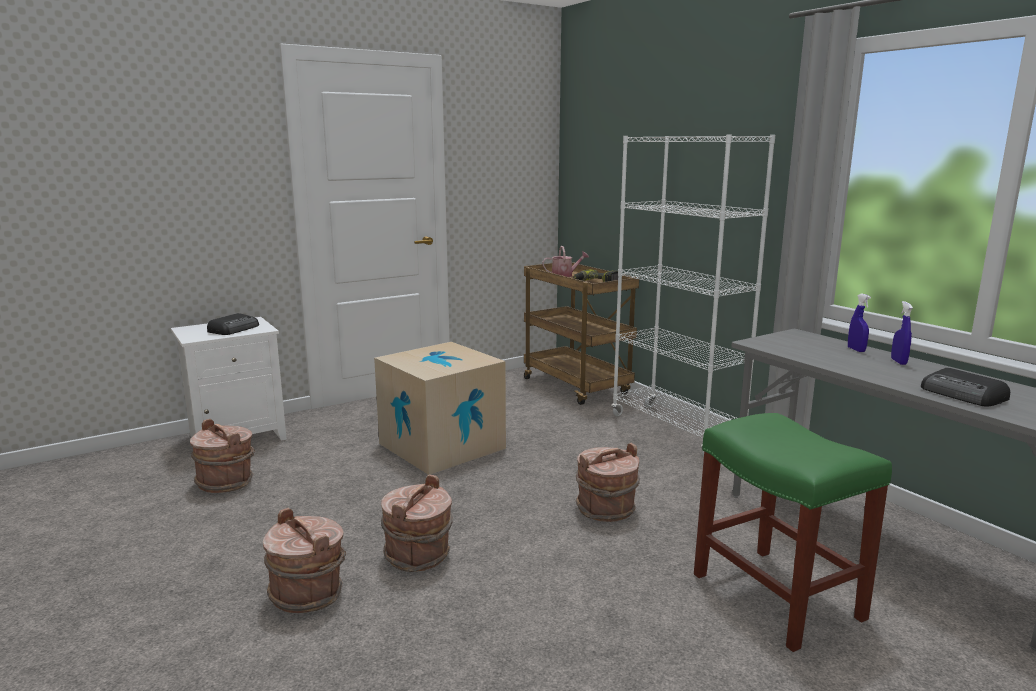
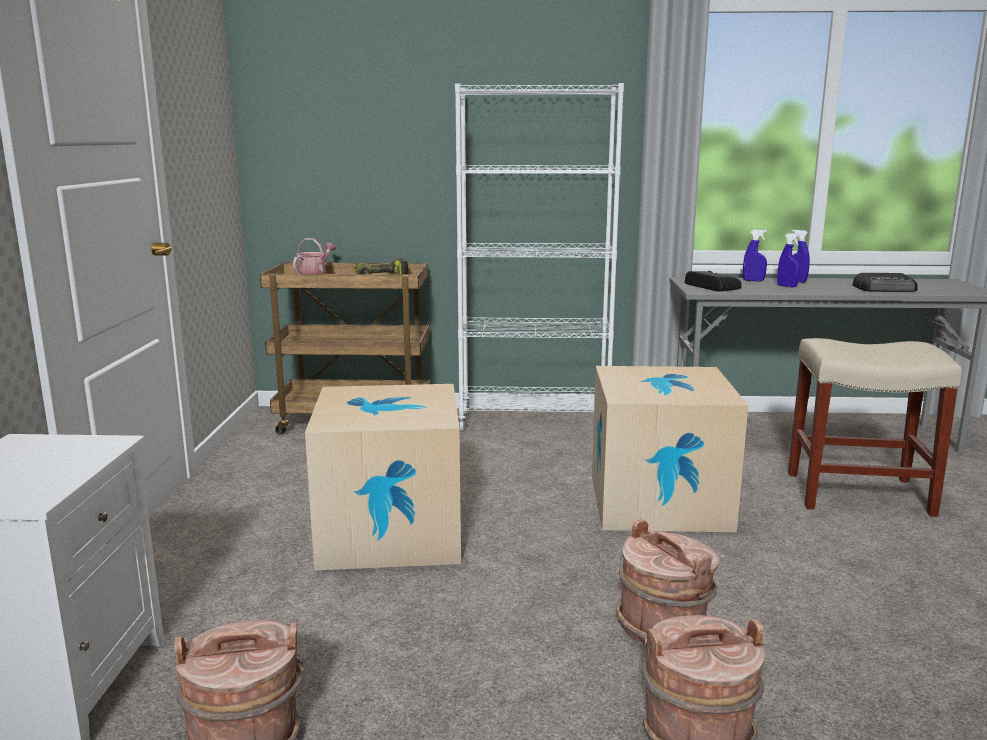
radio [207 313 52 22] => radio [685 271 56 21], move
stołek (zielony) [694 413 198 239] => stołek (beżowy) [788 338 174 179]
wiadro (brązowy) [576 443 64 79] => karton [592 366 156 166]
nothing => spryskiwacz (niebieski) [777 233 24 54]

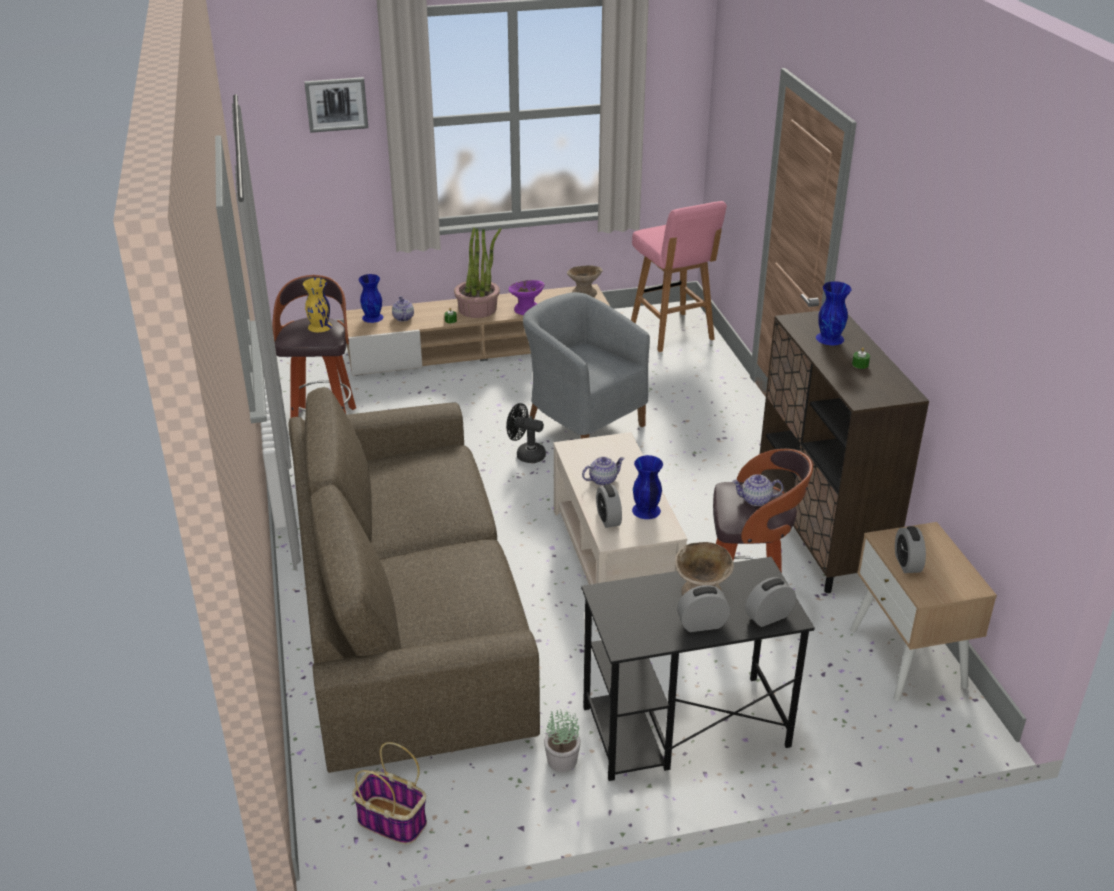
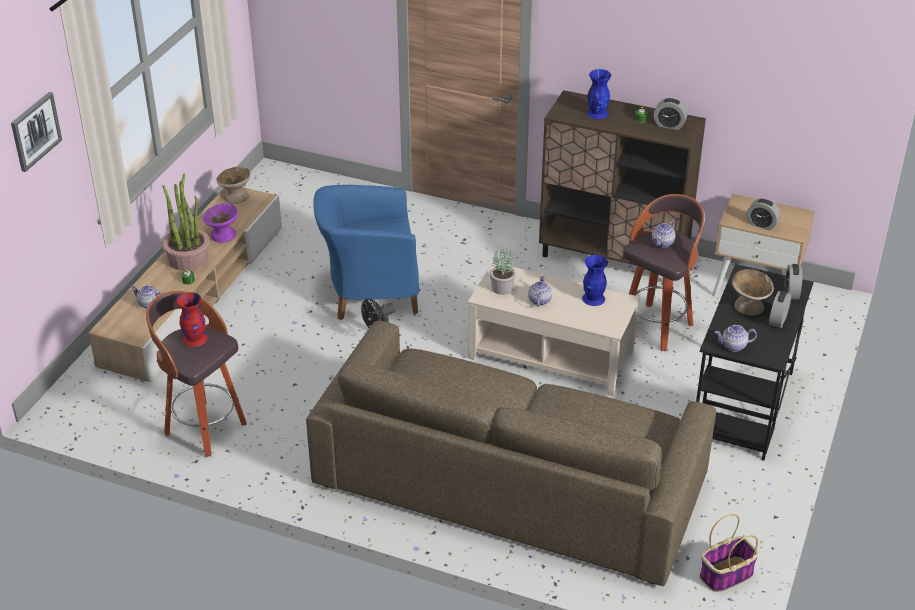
stołek (różowy) [631 201 96 151] => nothing
wazon (niebieski) [358 274 26 49] => nothing
wazon (żółty) [303 278 29 54] => wazon (czerwony) [176 292 31 55]
fotel (szary) [523 292 127 147] => fotel (niebieski) [313 185 106 135]
budzik [596 484 26 44] => budzik [654 98 34 32], move
roślina doniczkowa [544 710 37 62] => roślina doniczkowa [490 249 26 46], move
nothing => imbryk [715 325 42 27]

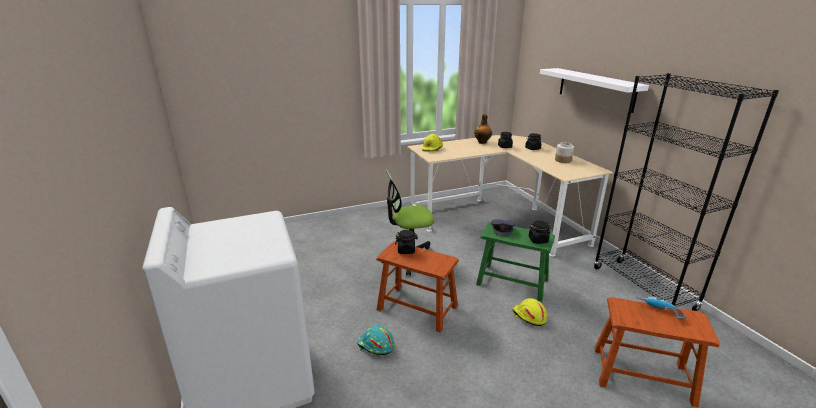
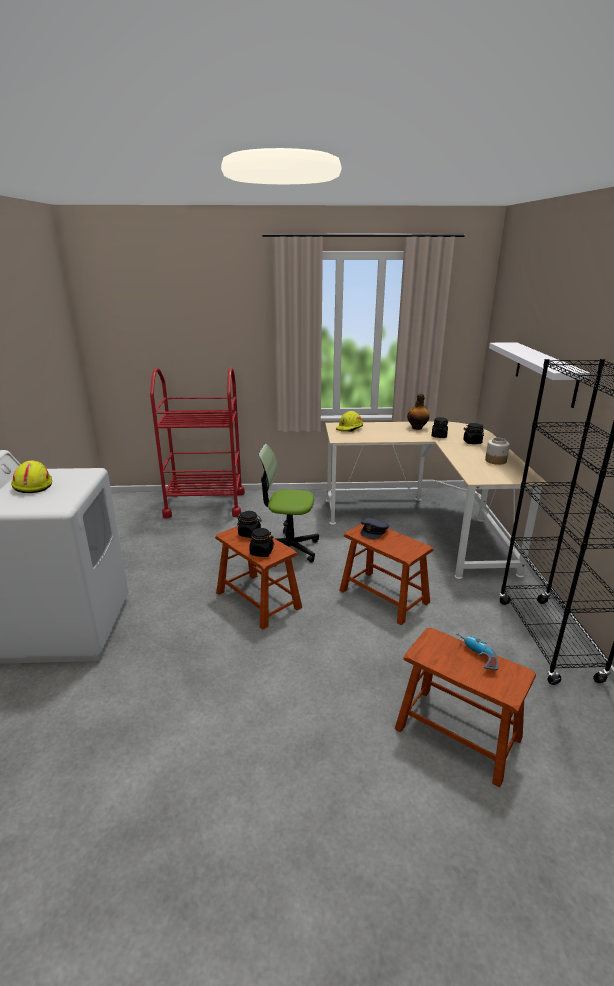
słoik (czarny) [528 220 23 24] => słoik (czarny) [248 528 26 29], move
stołek (zielony) [476 222 79 80] => stołek (brązowy) [339 524 94 101]
kask (żółty) [513 298 34 28] => kask (żółty) [11 461 41 32], move
kask (turkusowy) [357 325 38 30] => nothing
nothing => wózek (czerwony) [150 367 95 151]

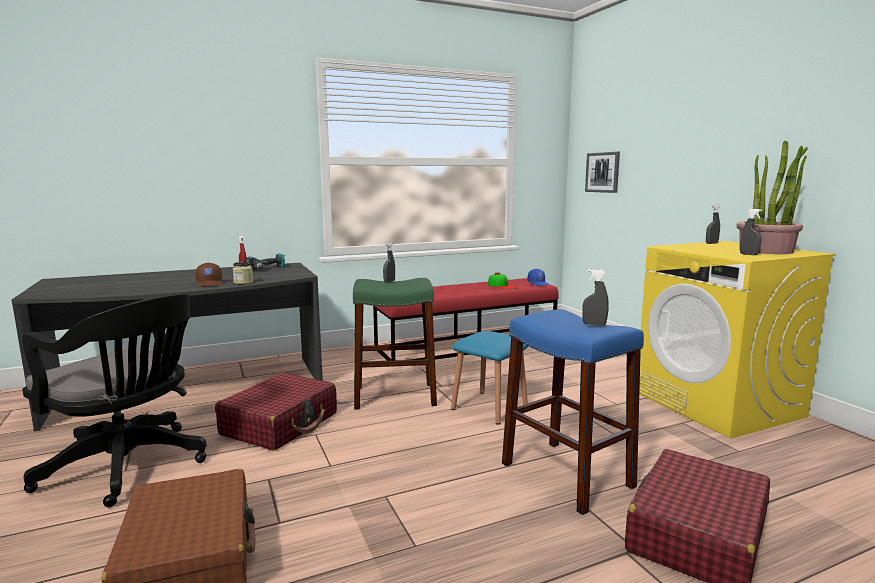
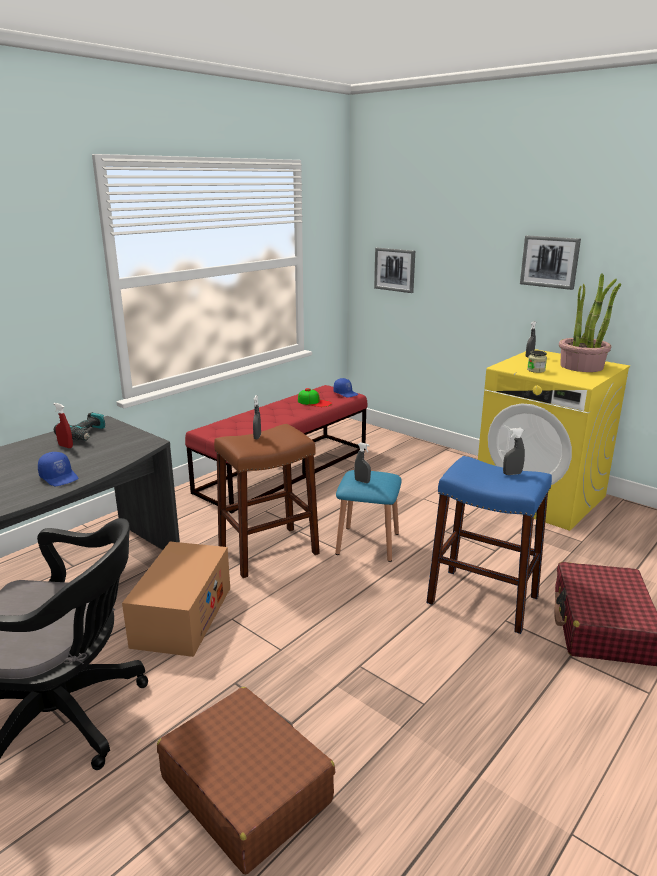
spryskiwacz (szary) [740 209 23 46] => spryskiwacz (szary) [354 442 17 41], move
słoik [233 262 20 22] => słoik [527 350 20 23], move
czapka z daszkiem (brązowy) [195 263 27 24] => czapka z daszkiem (niebieski) [38 452 41 34]
stołek (zielony) [353 278 84 132] => stołek (brązowy) [214 424 106 154]
walizka (czerwony) [215 373 122 78] => karton [122 542 108 115]
nothing => obraz [520 236 61 54]

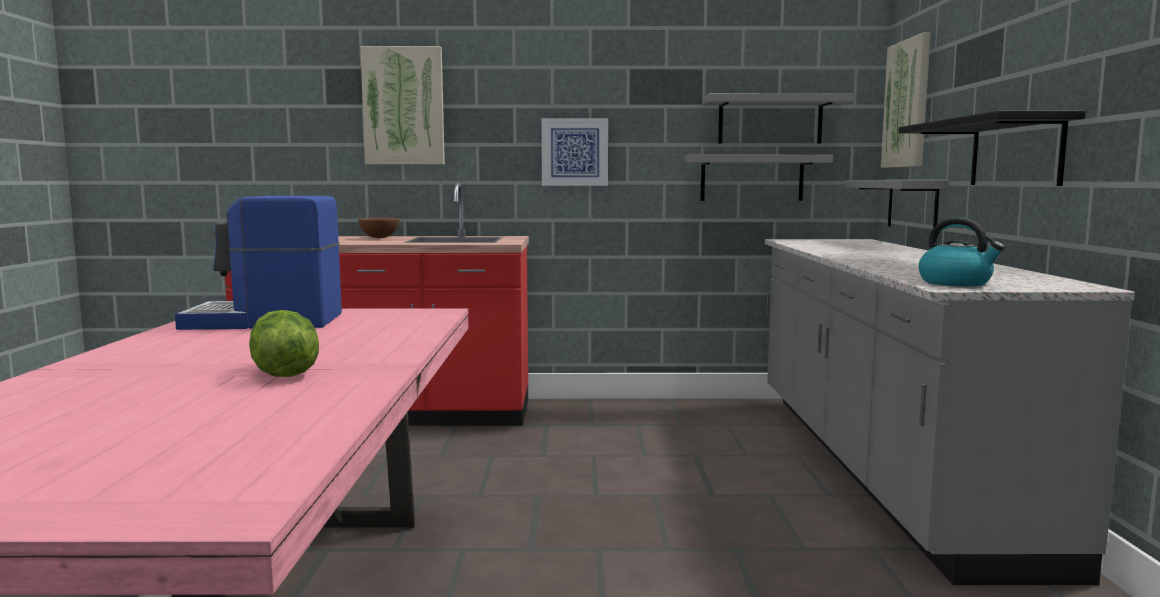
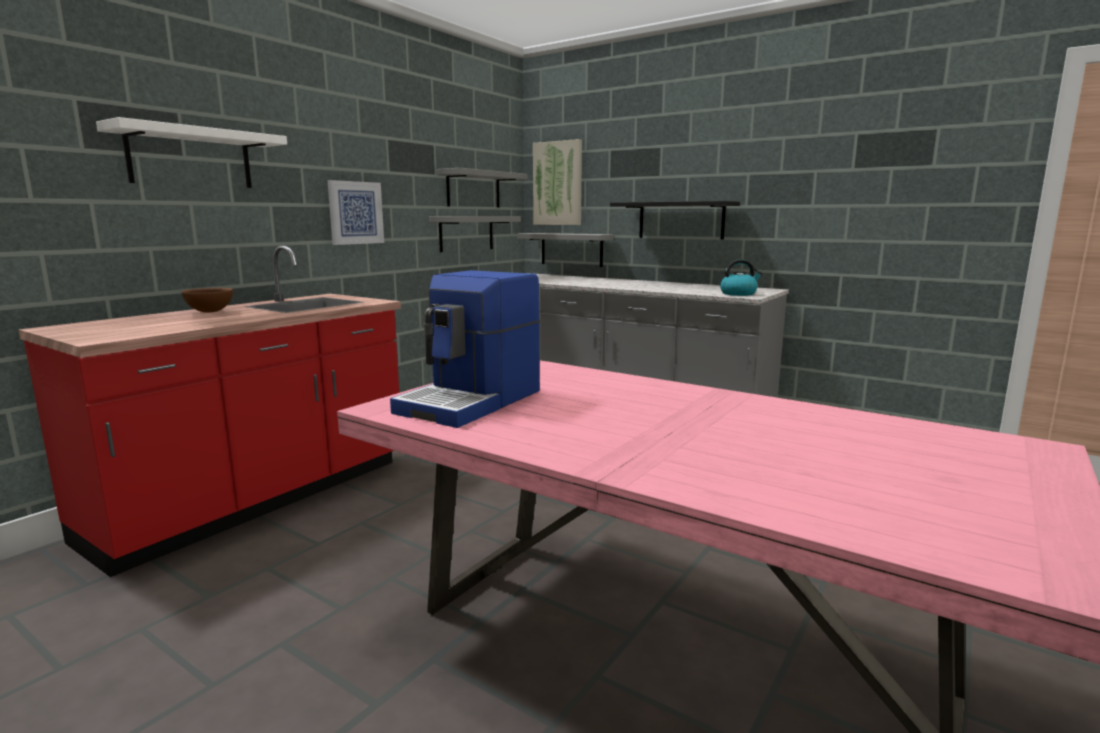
obraz [360 46 85 118] => półka (biały) [96 117 191 71]
sałata [249 310 70 67] => nothing

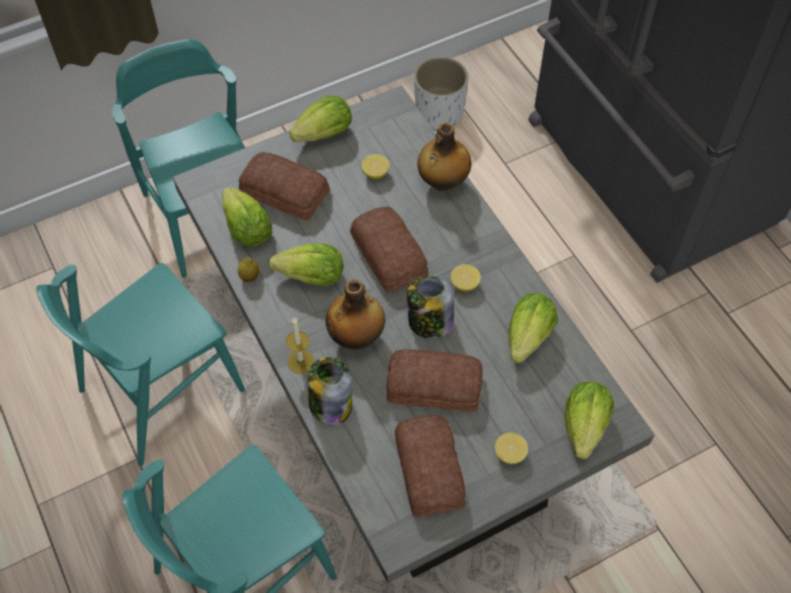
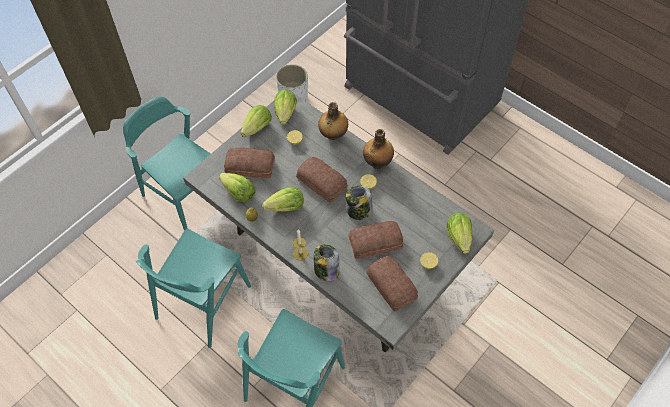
butelka [326 280 59 69] => butelka [363 129 31 40], move
sałata [508 293 50 70] => sałata [274 90 23 35], move

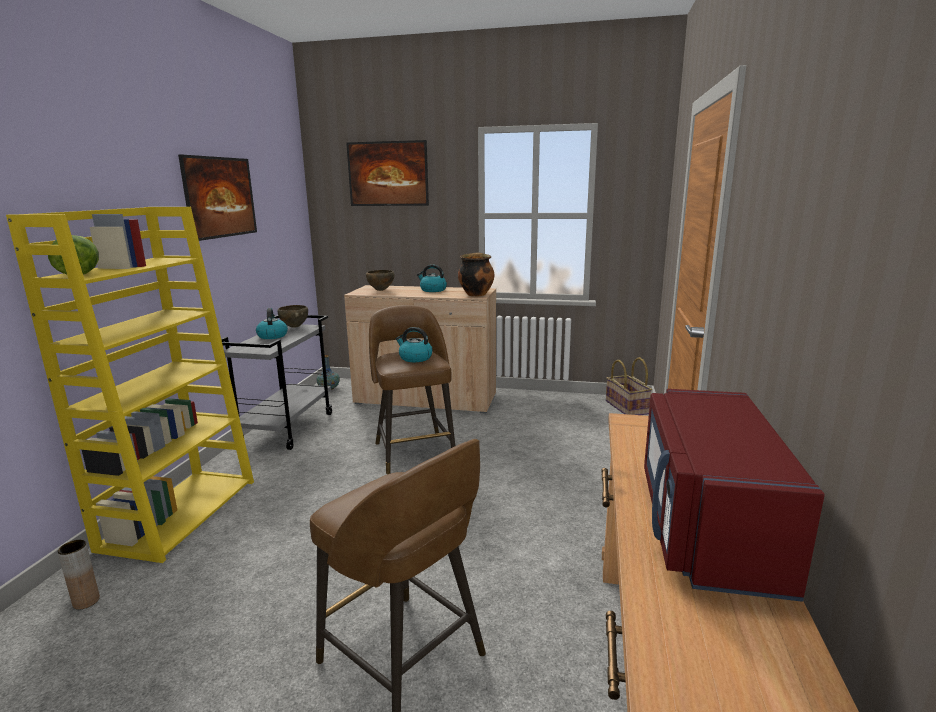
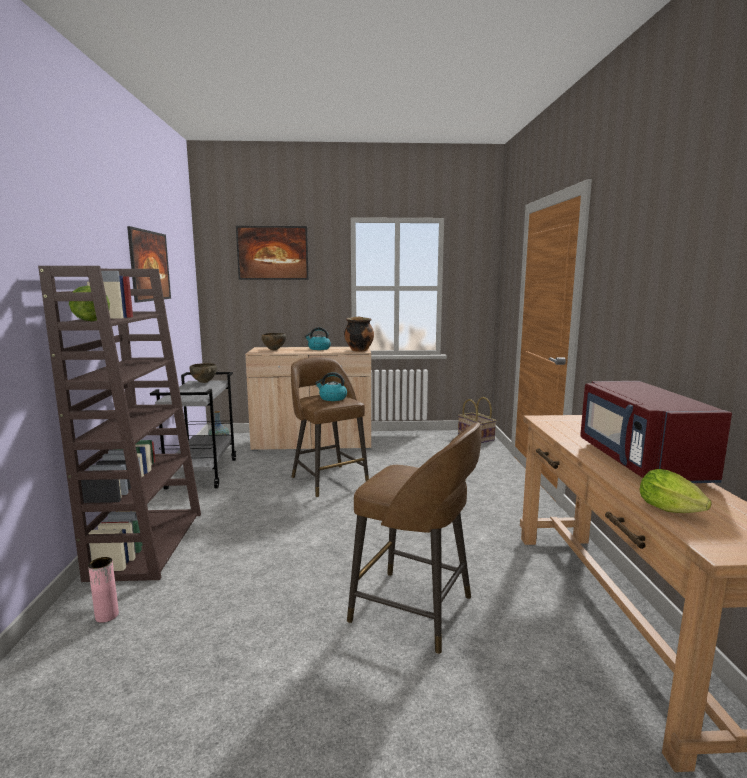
regał (żółty) [6 207 248 356] => regał (brązowy) [38 266 163 316]
czajnik [256 308 32 31] => nothing
wazon (brązowy) [58 540 42 70] => wazon (różowy) [88 557 31 66]
nothing => sałata [639 469 73 44]

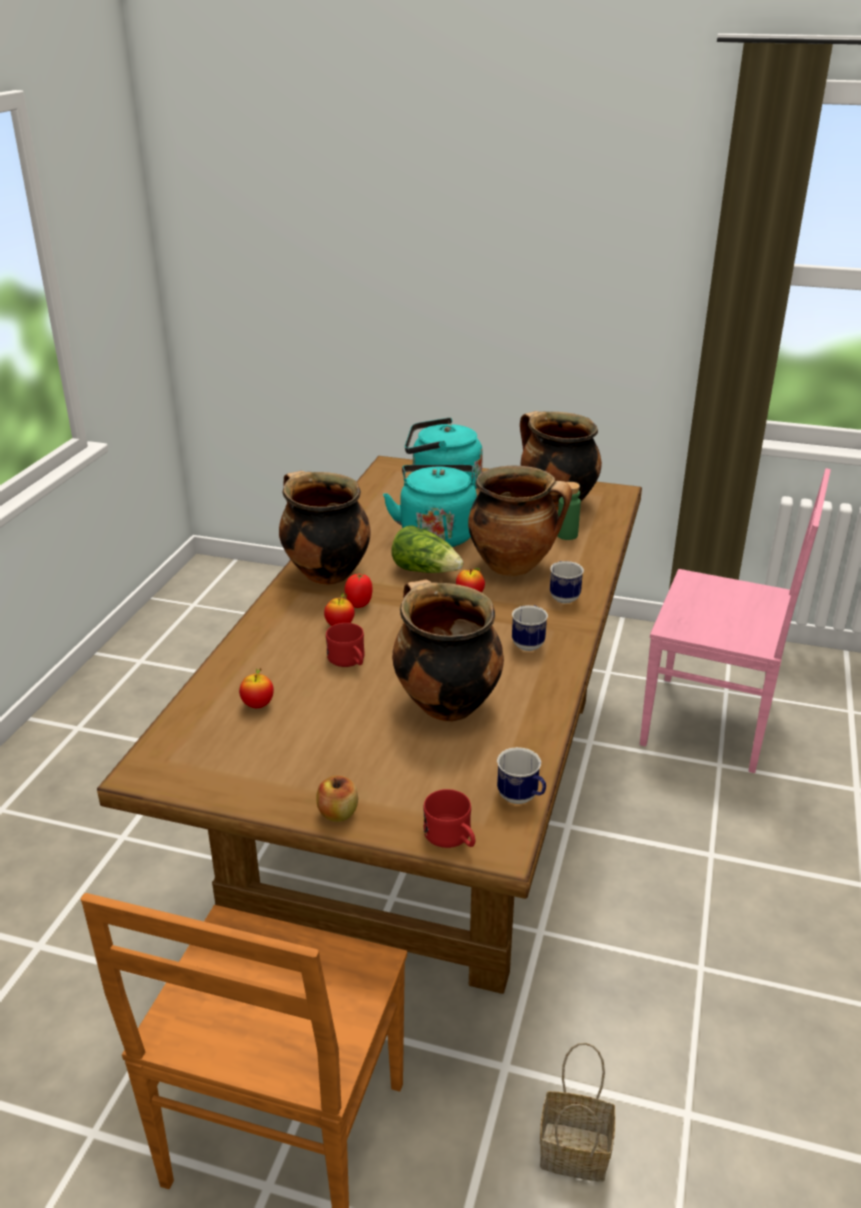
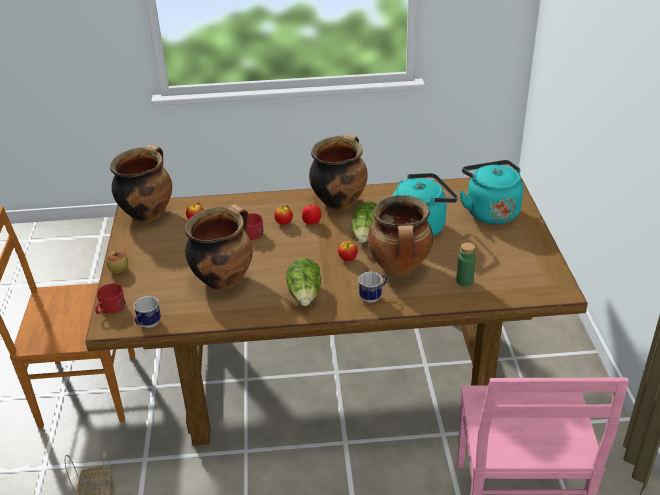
garnek [520 411 82 99] => garnek [110 145 62 77], move
kubek [512 605 36 46] => sałata [286 258 35 48]

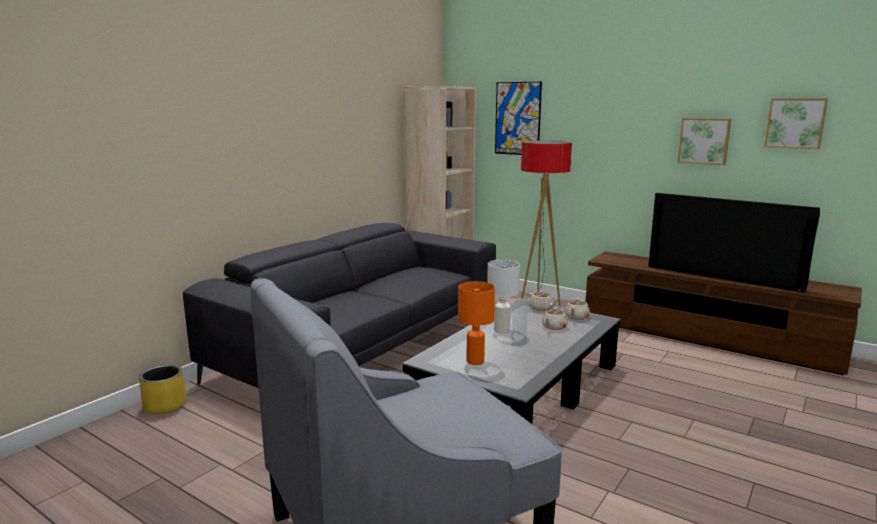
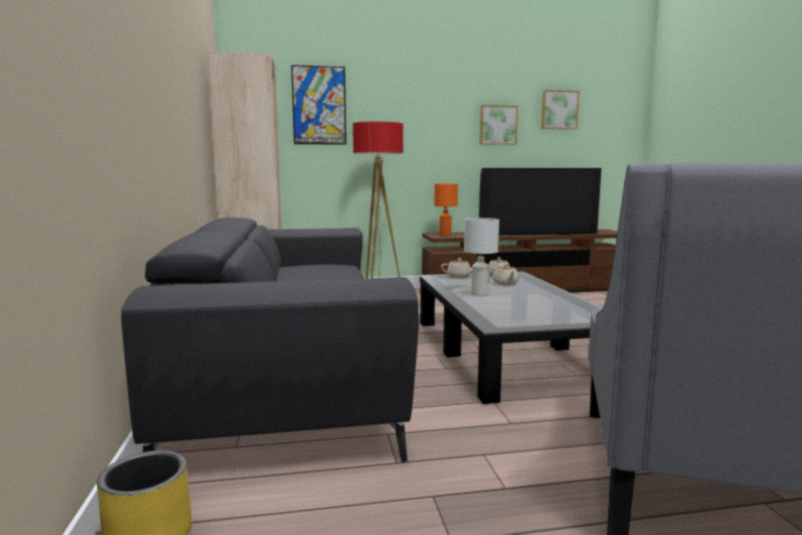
lampa stołowa (pomarańczowy) [458 281 37 84] => lampa stołowa (pomarańczowy) [434 184 24 52], move

